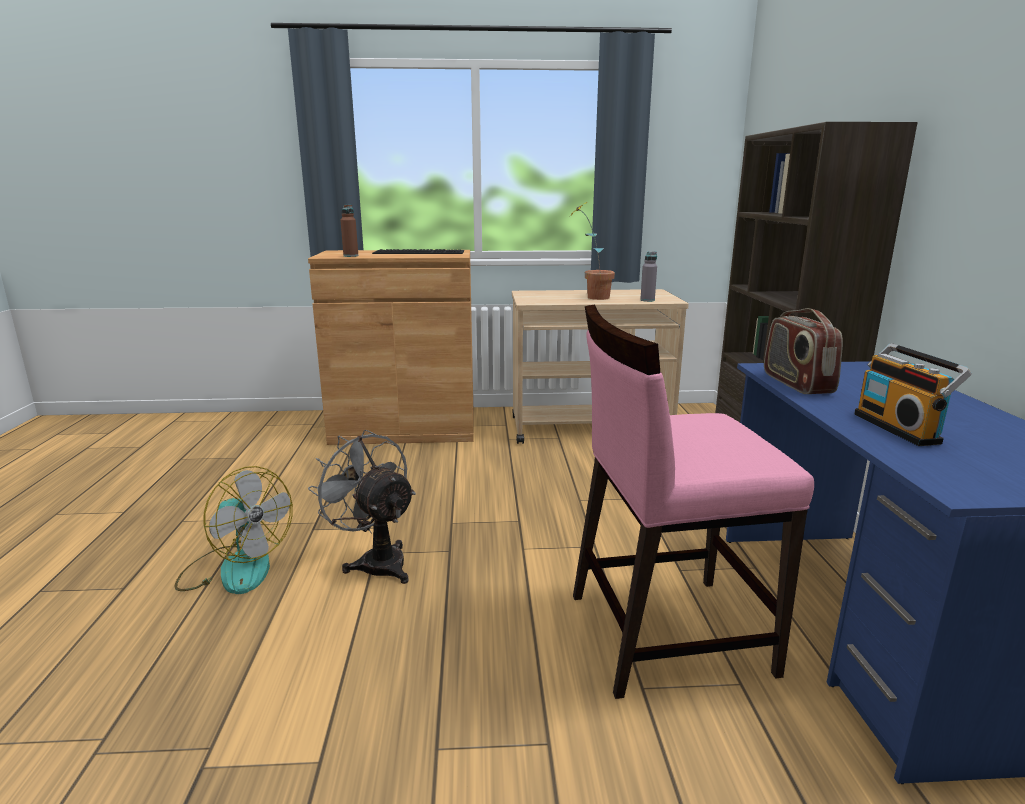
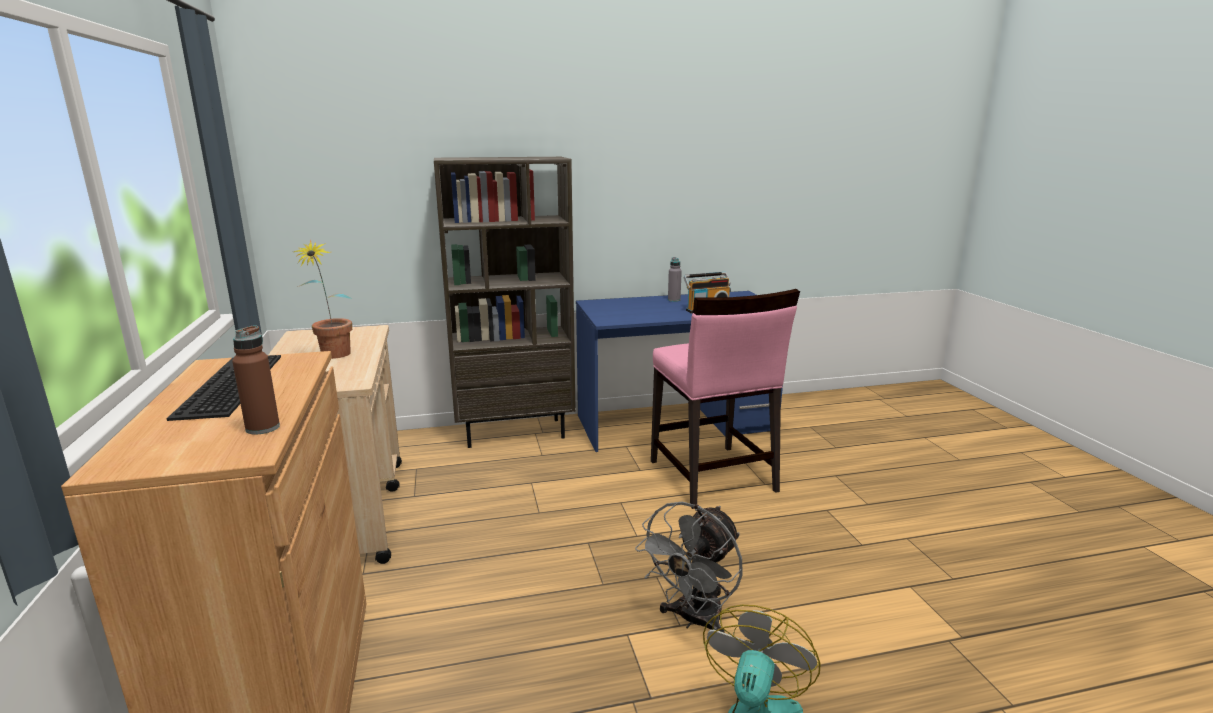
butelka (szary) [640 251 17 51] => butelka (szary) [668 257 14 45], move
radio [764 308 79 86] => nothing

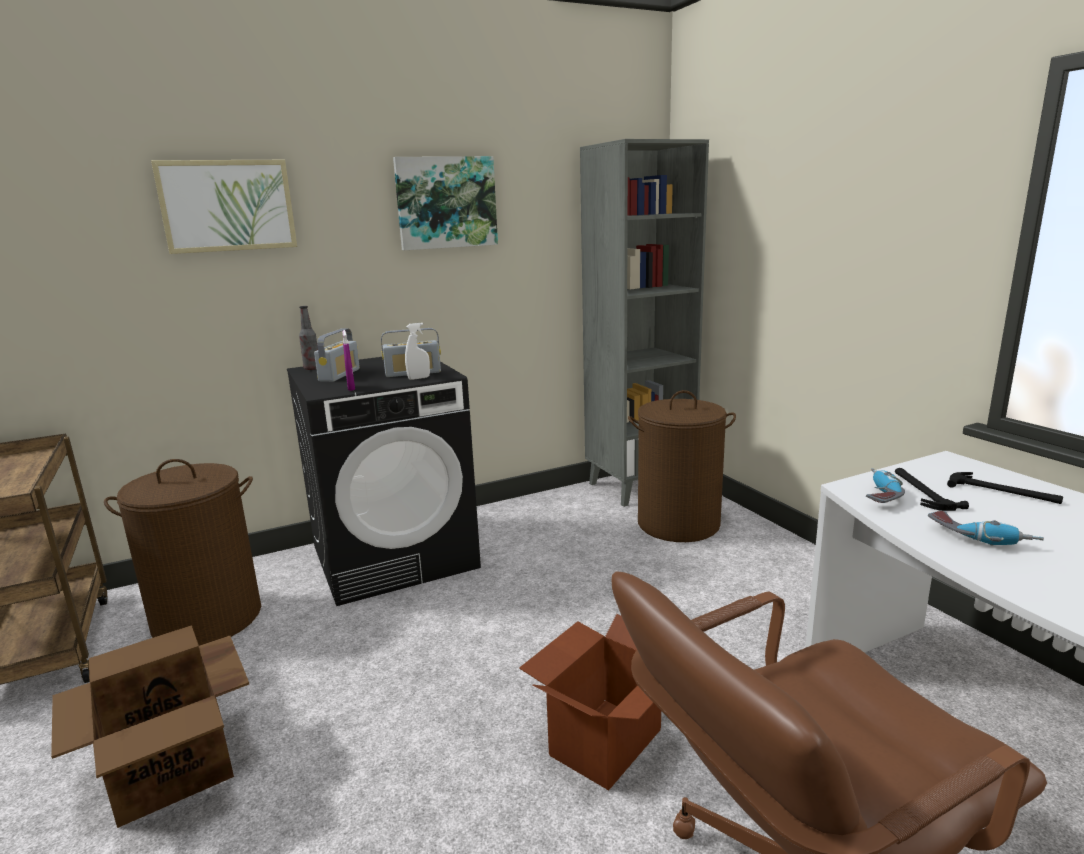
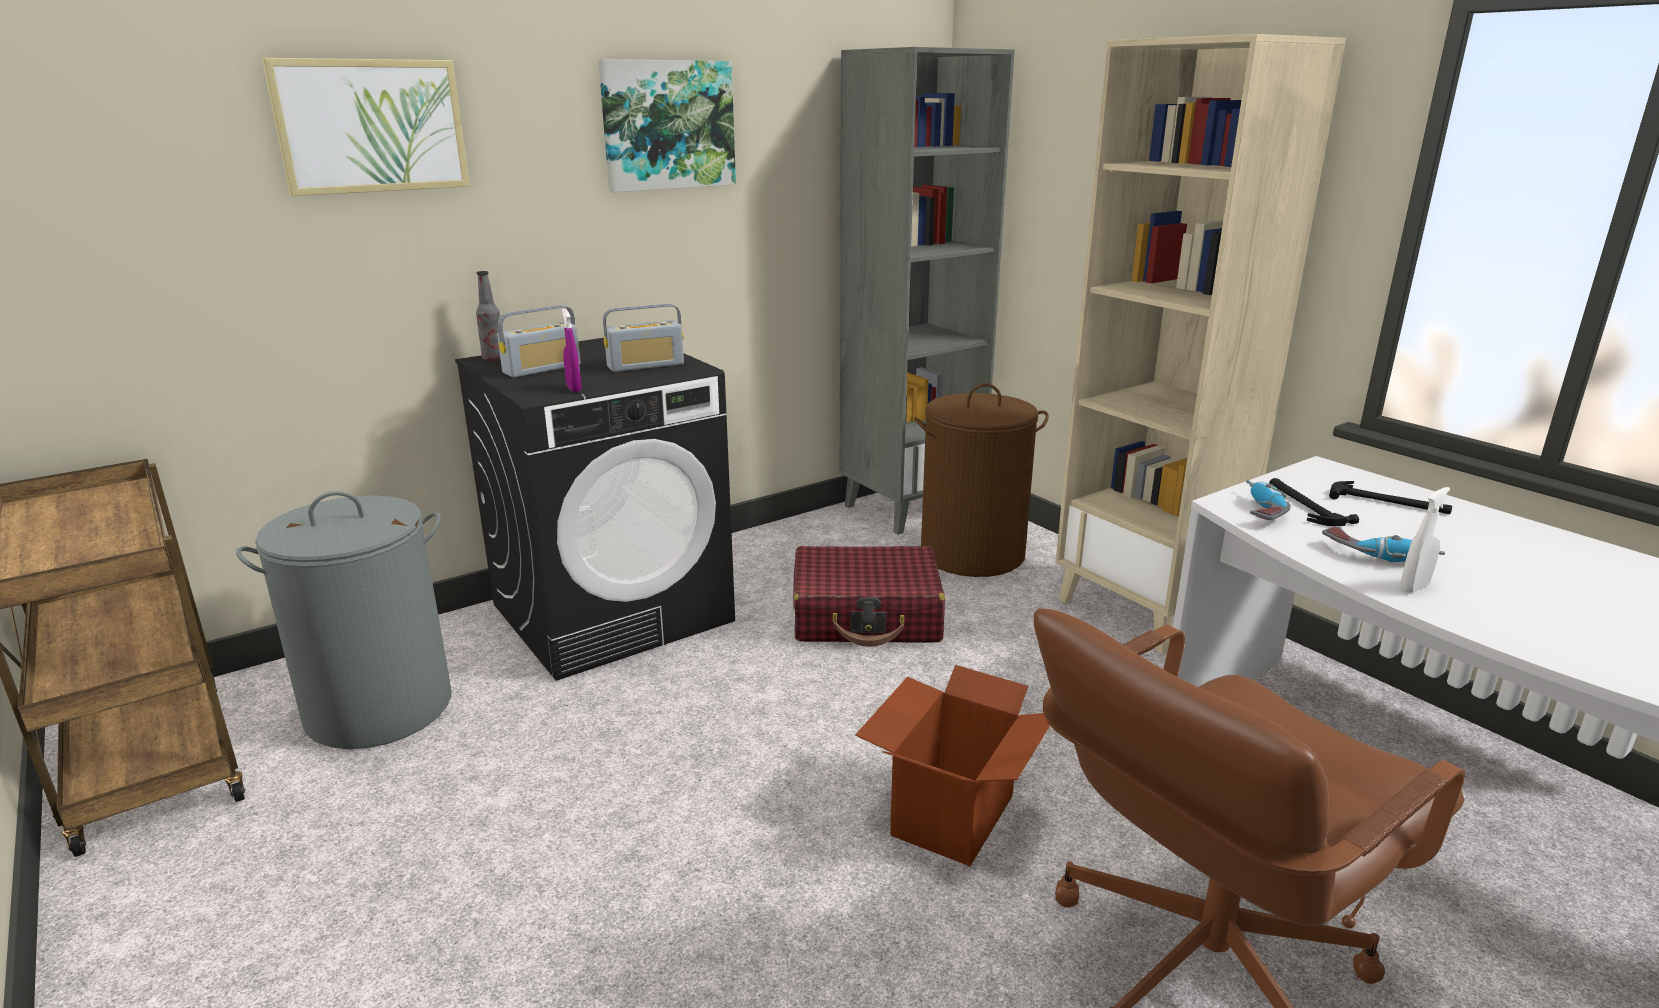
spryskiwacz (biały) [405 323 25 57] => spryskiwacz (biały) [1400 487 50 106], move
radio [314 328 46 54] => radio [497 305 83 72], 45 degrees clockwise
kosz na pranie (brązowy) [104 459 157 187] => kosz na pranie (szary) [236 491 215 258]
karton [51 625 198 203] => nothing
nothing => regał (beżowy) [1056 34 290 620]
nothing => walizka (czerwony) [793 546 152 101]

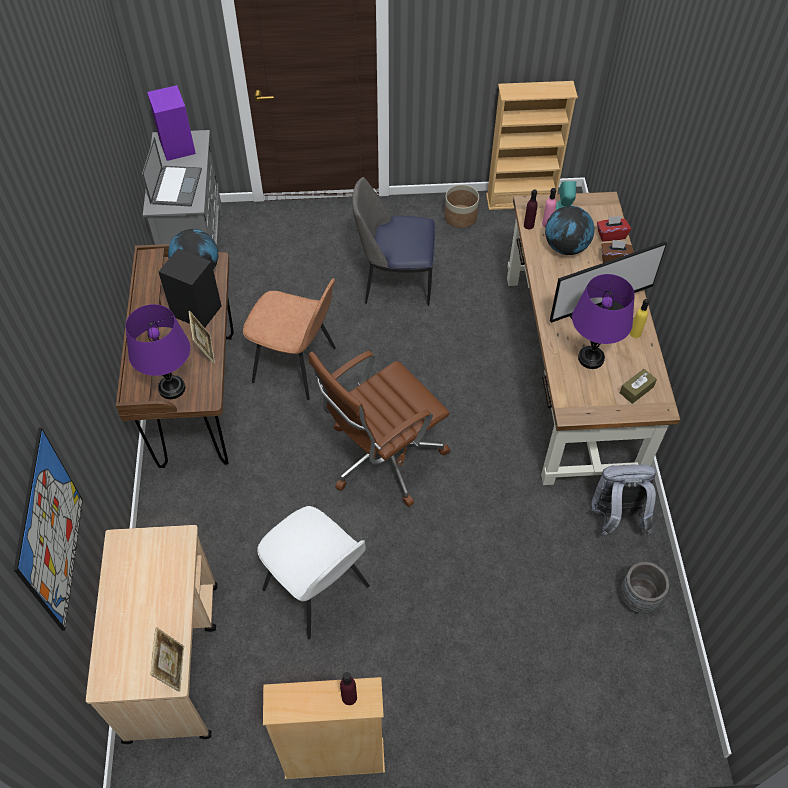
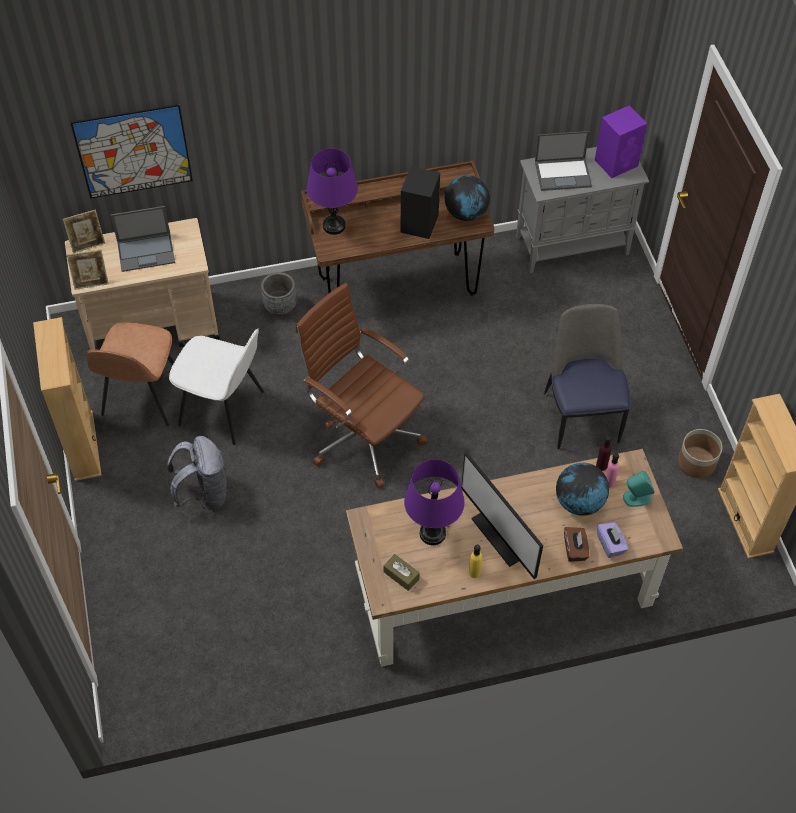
pudełko chusteczek (czerwony) [597 216 34 25] => pudełko chusteczek (fioletowy) [597 522 31 36]
krzesło (brązowy) [243 278 93 122] => krzesło (brązowy) [86 323 89 103], move
ramka na zdjęcie [188 311 27 53] => ramka na zdjęcie [63 209 42 44], move
plecak (szary) [591 464 65 72] => plecak (szary) [167 436 61 74], move
krzesło (biały) [257 506 113 133] => krzesło (biały) [169 329 95 116], 105 degrees counterclockwise
donica (szary) [620 562 49 52] => donica (szary) [261 272 36 44], move
butelka (fioletowy) [340 672 17 33] => nothing
nothing => laptop [111 206 64 66]

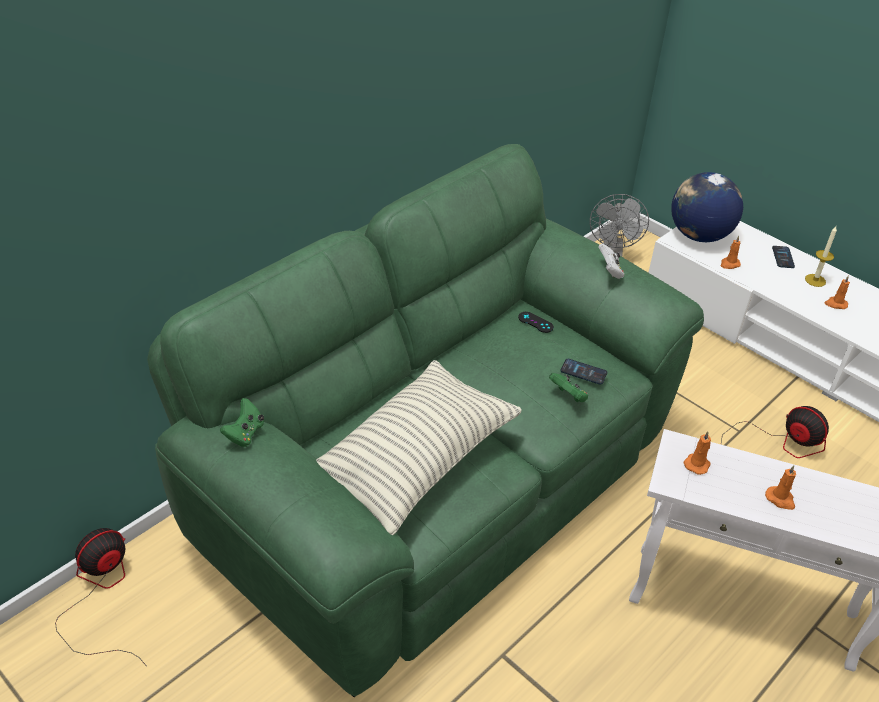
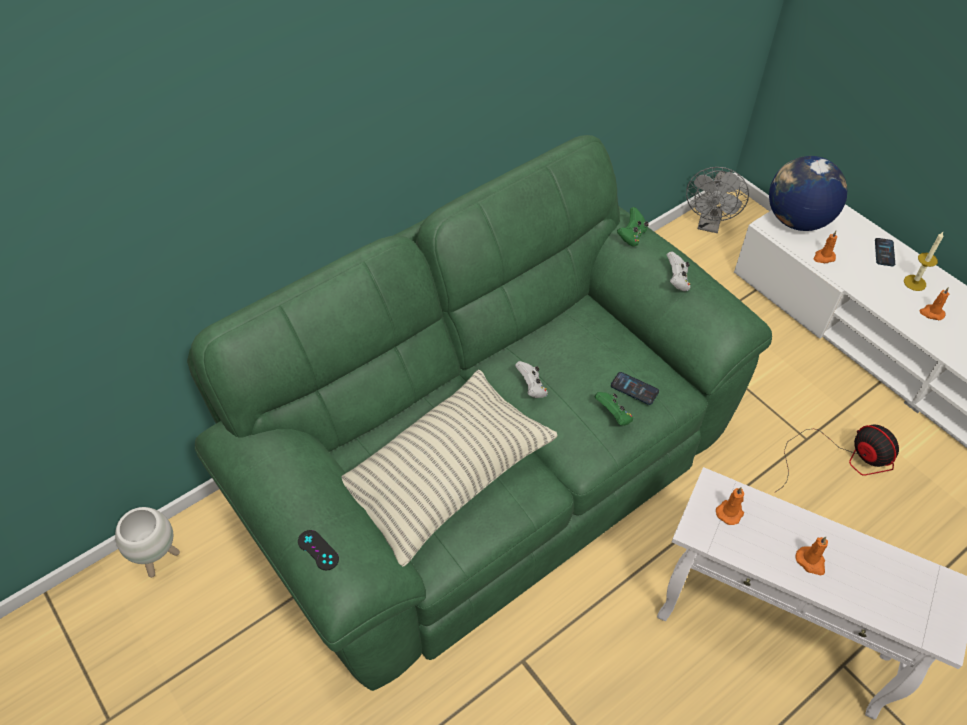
pad do gier (czarny) [518 312 36 21] => pad do gier (czarny) [298 530 41 41], move
pad do gier (zielony) [220 398 44 49] => pad do gier (zielony) [617 207 32 40], move
wentylator [55 528 92 139] => donica (biały) [115 507 65 71]
nothing => pad do gier (biały) [515 361 33 37]

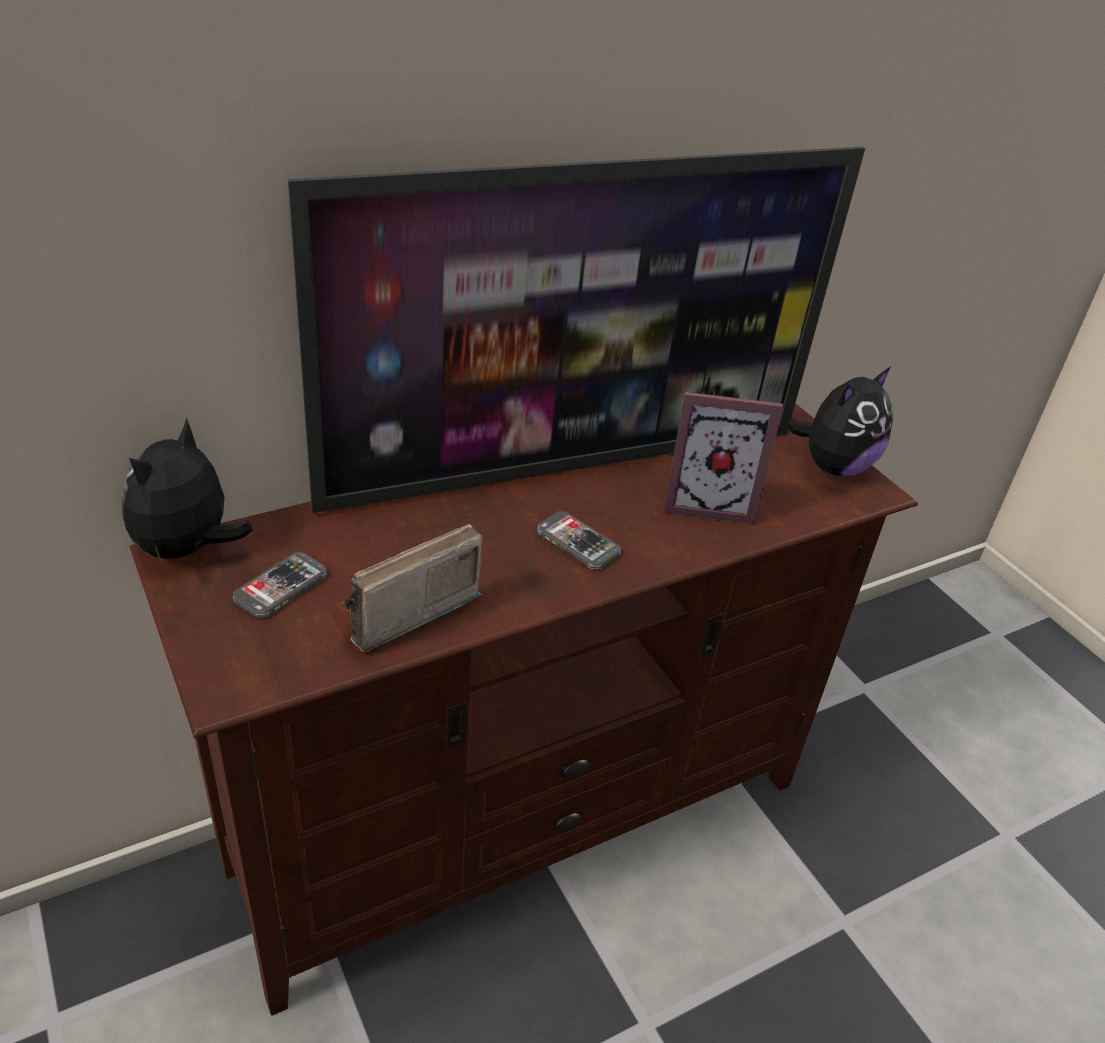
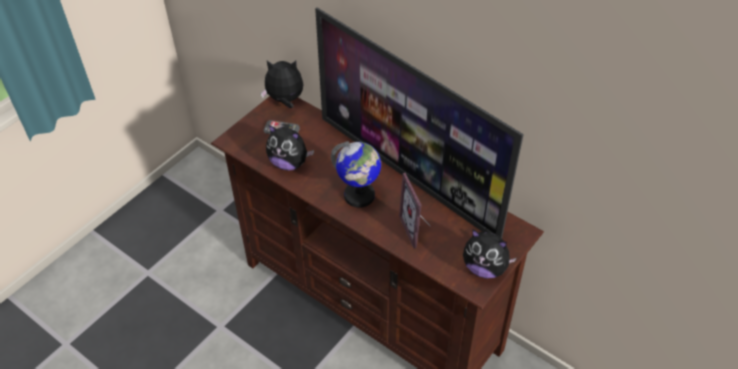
telefon [537 512 84 58] => globus [331 141 50 67]
radio [343 524 140 128] => pluszak [266 125 48 46]

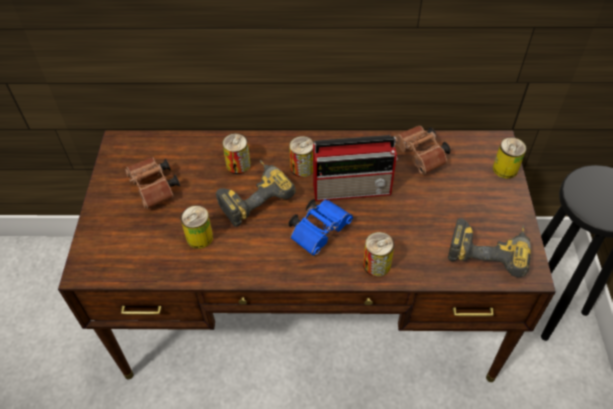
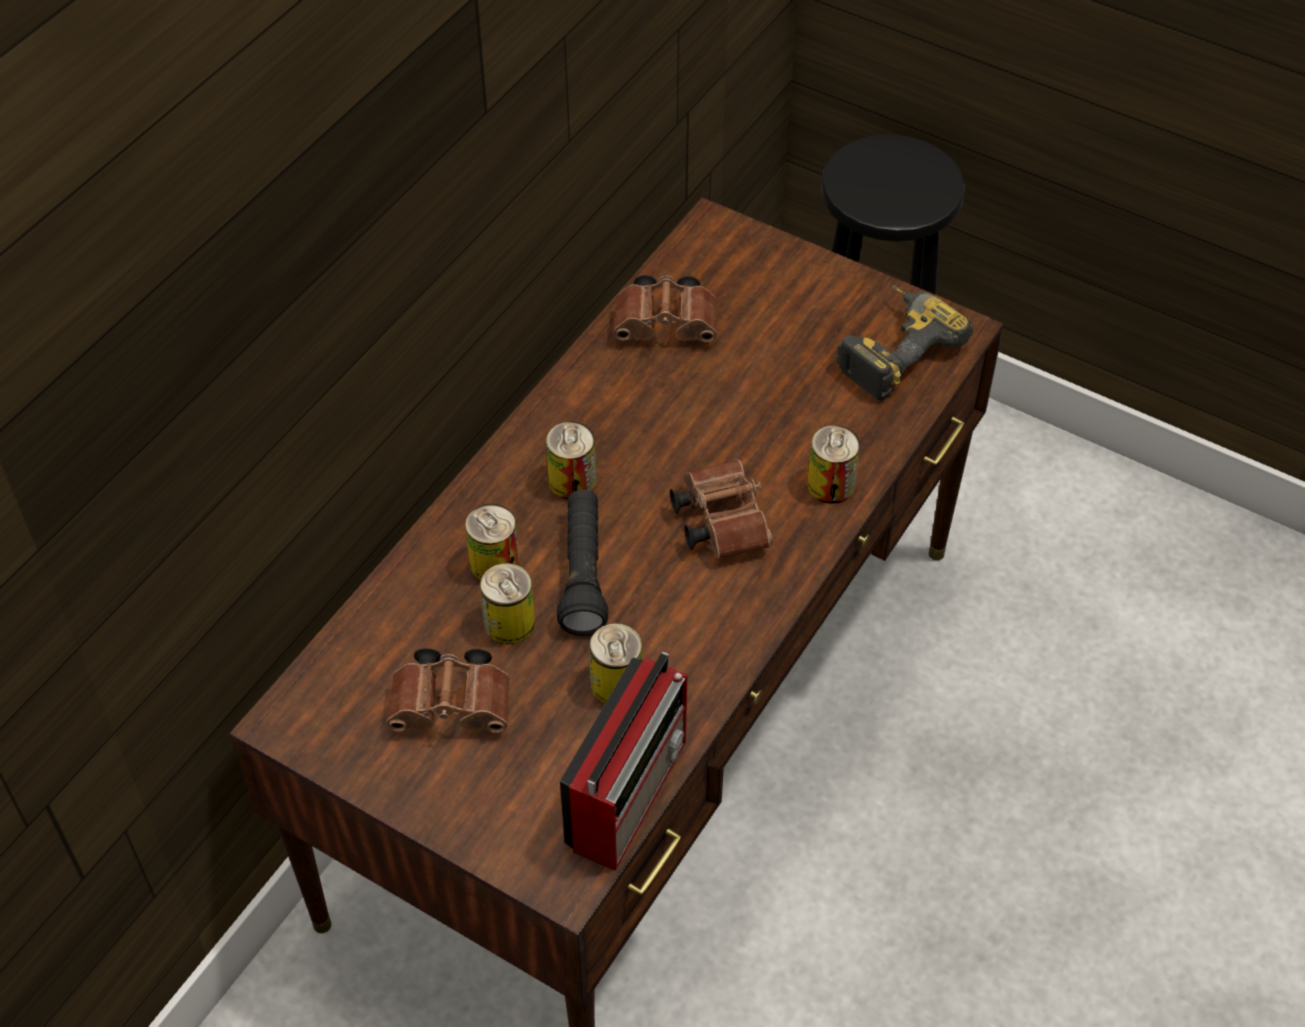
radio [313 135 85 66] => radio [560 652 128 219], move
puszka [493 137 33 42] => puszka [480 563 55 82], move
wiertarka [216 160 80 67] => latarka (czarny) [557 490 51 146]
lornetka (niebieski) [288 199 65 57] => lornetka (brązowy) [670 459 103 100]

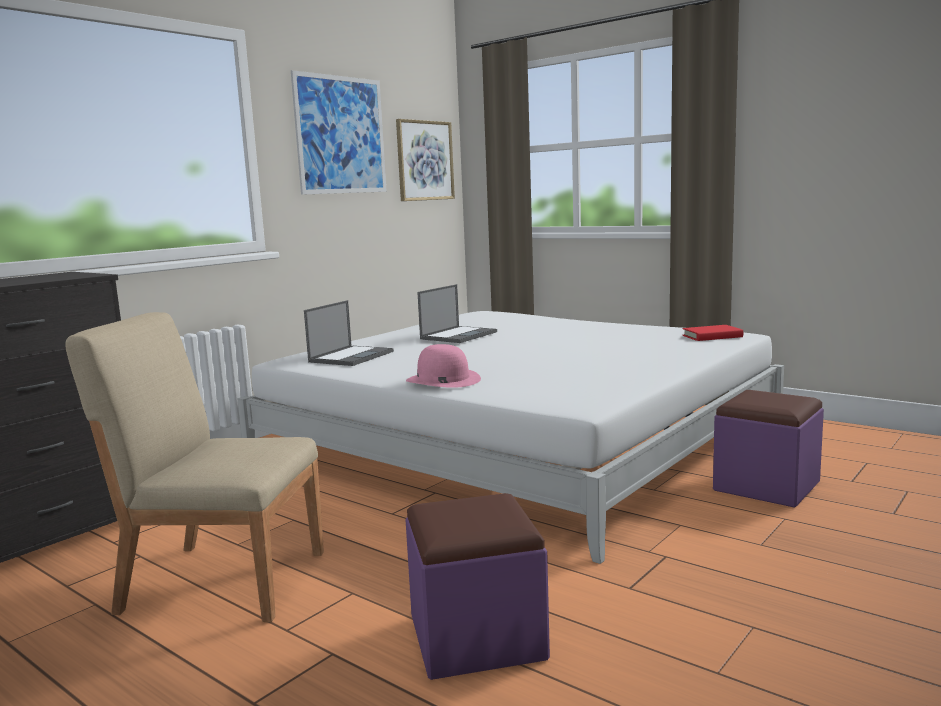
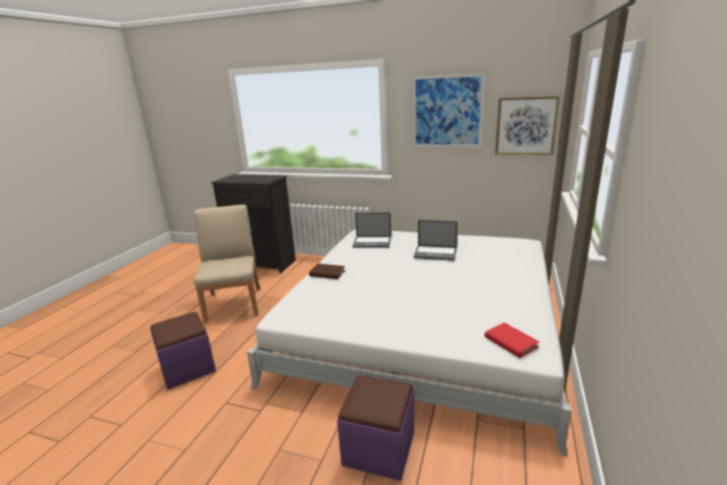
kapelusz (różowy) [406 344 75 44] => książka (brązowy) [309 264 36 15]

